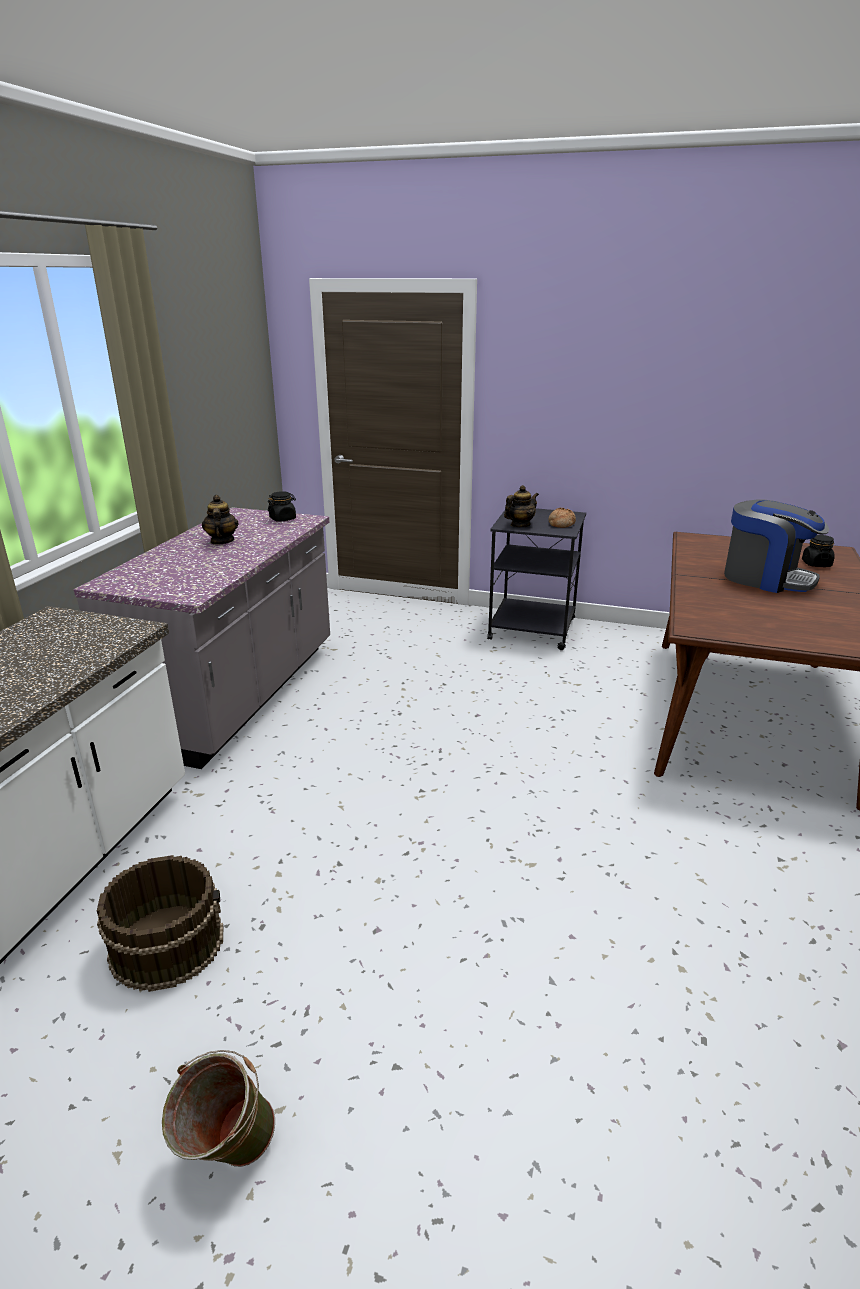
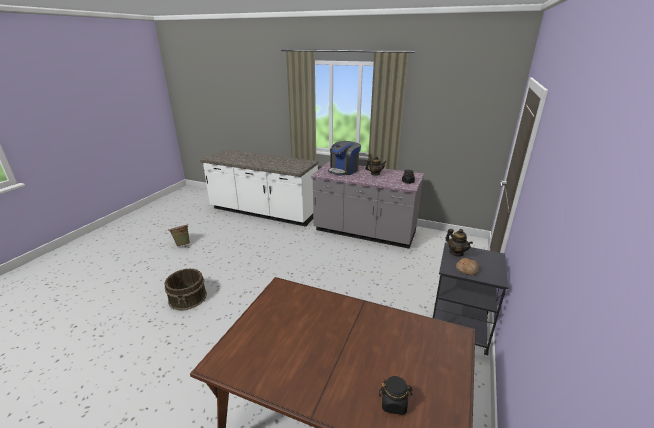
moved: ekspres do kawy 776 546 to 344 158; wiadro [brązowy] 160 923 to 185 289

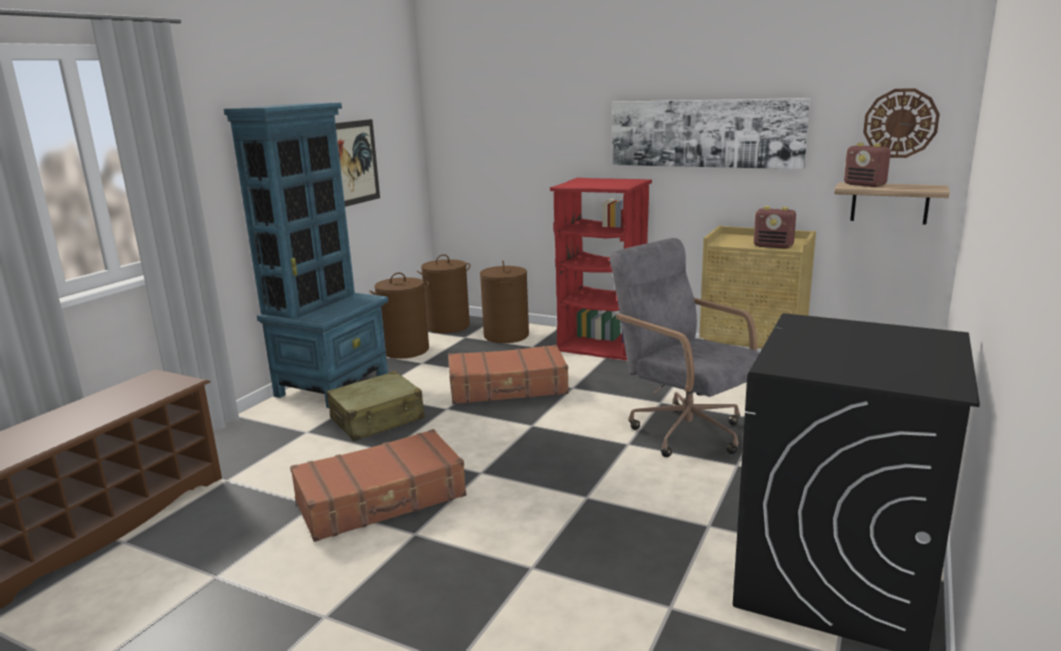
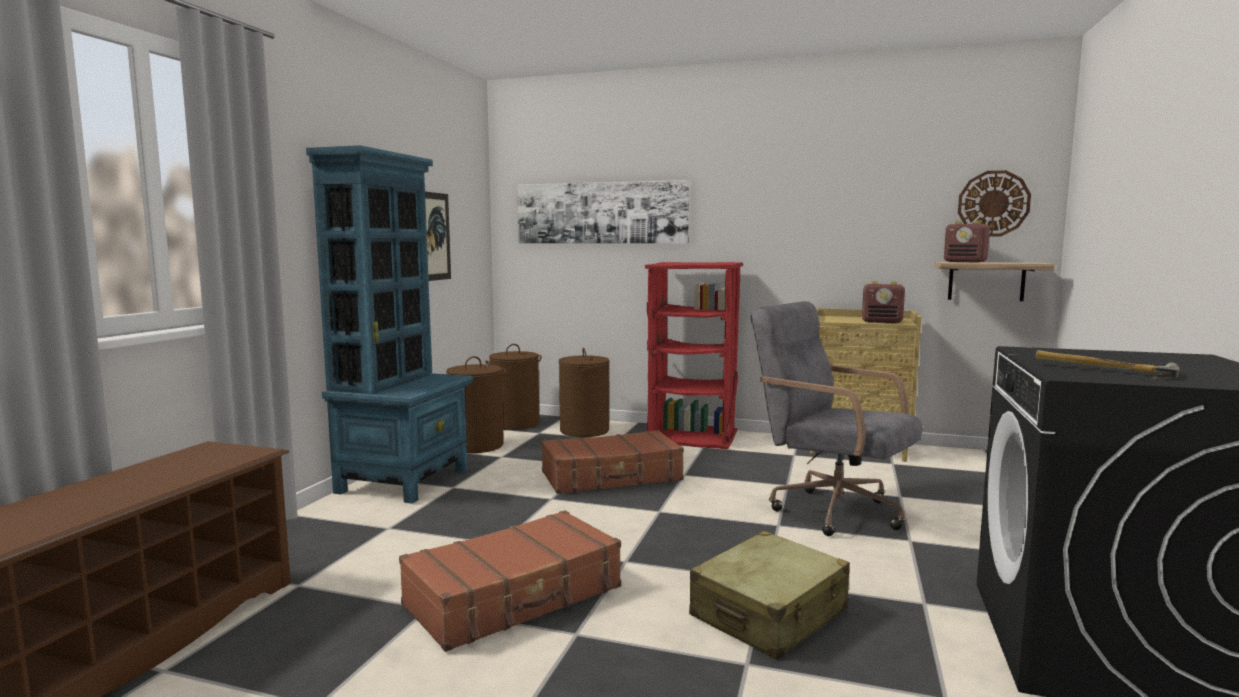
added: młotek 1108 364
moved: obraz 711 133 to 603 212; walizka [beżowy] 376 406 to 769 595

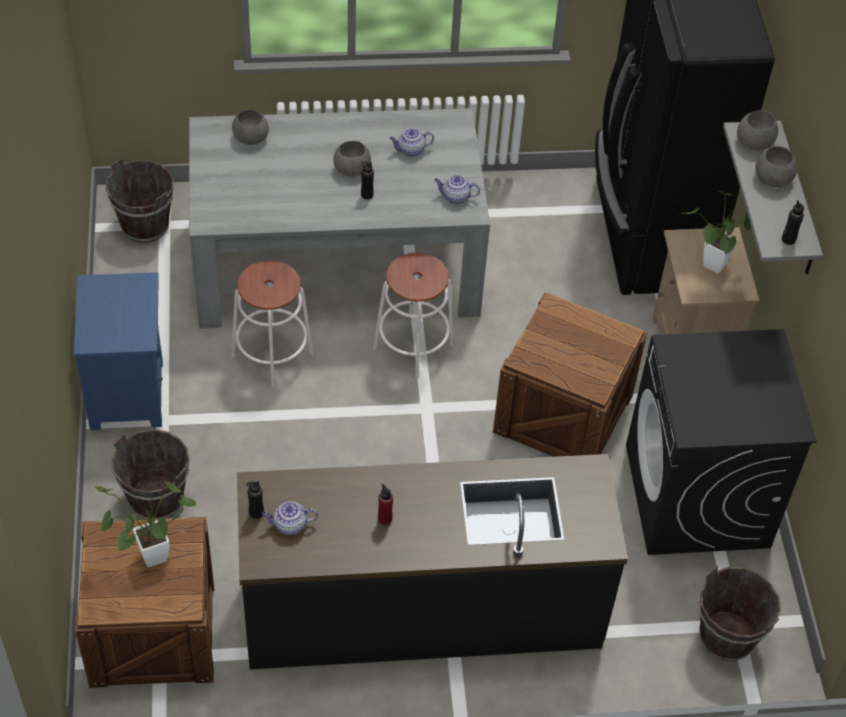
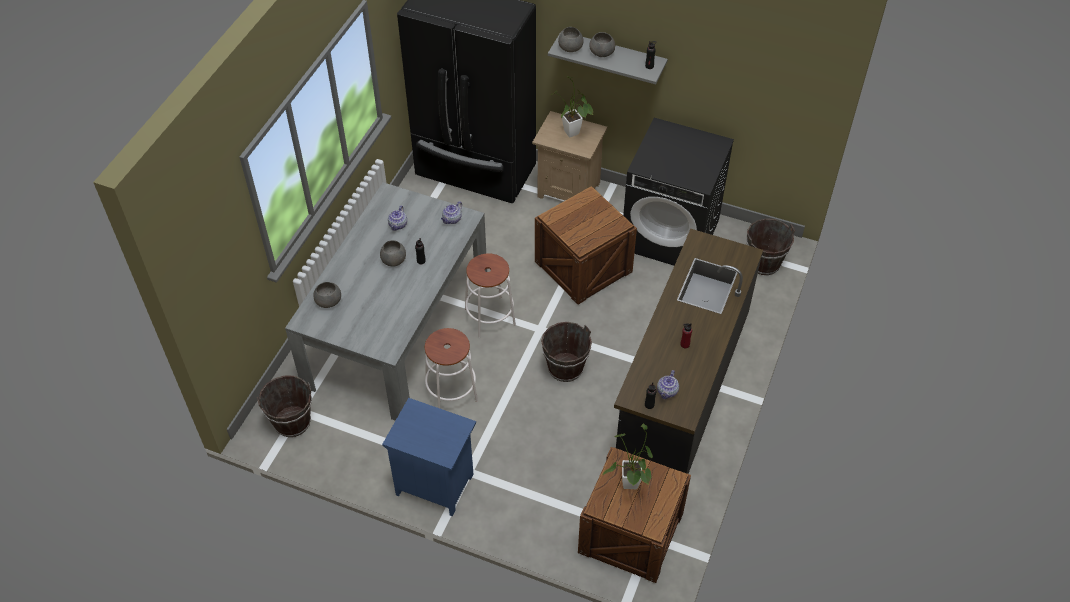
moved: wiadro [brązowy] 150 474 to 566 352

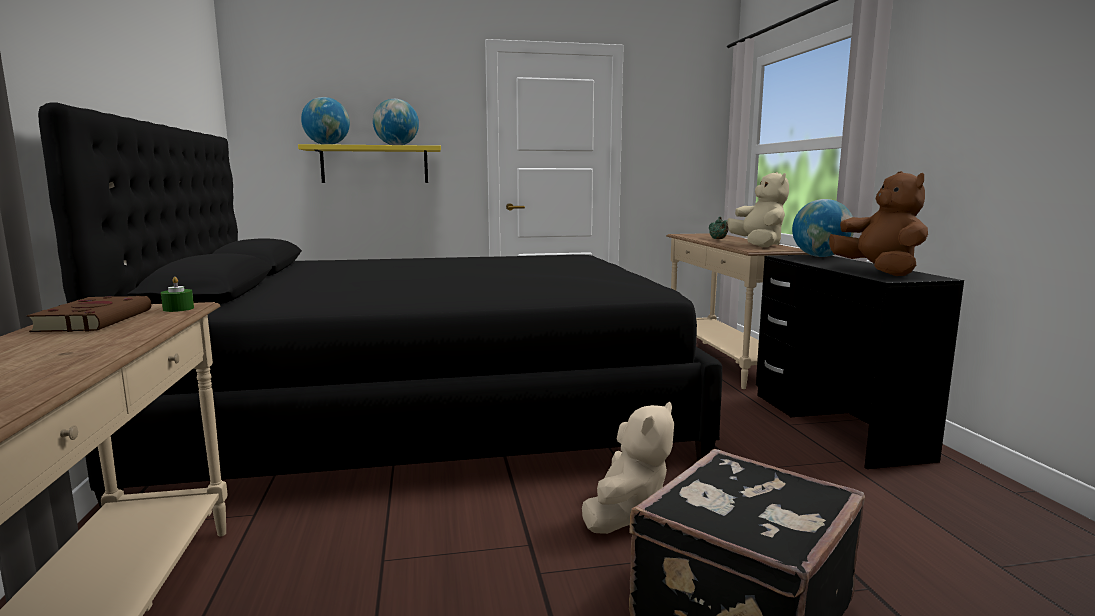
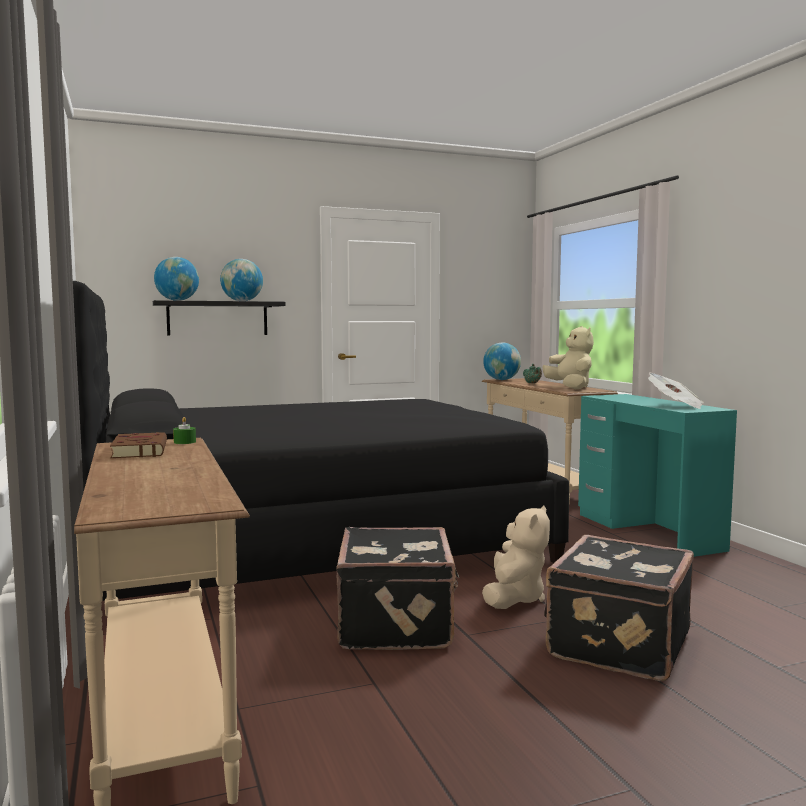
added: walizka [czarny] 397 588
moved: globus 823 228 to 502 361
replaced: pluszak [brązowy] 878 223 to gazeta 676 391
recoloured: półka [żółty] 369 163 to półka [czarny] 219 318; biurko [czarny] 860 362 to biurko [turkusowy] 657 475

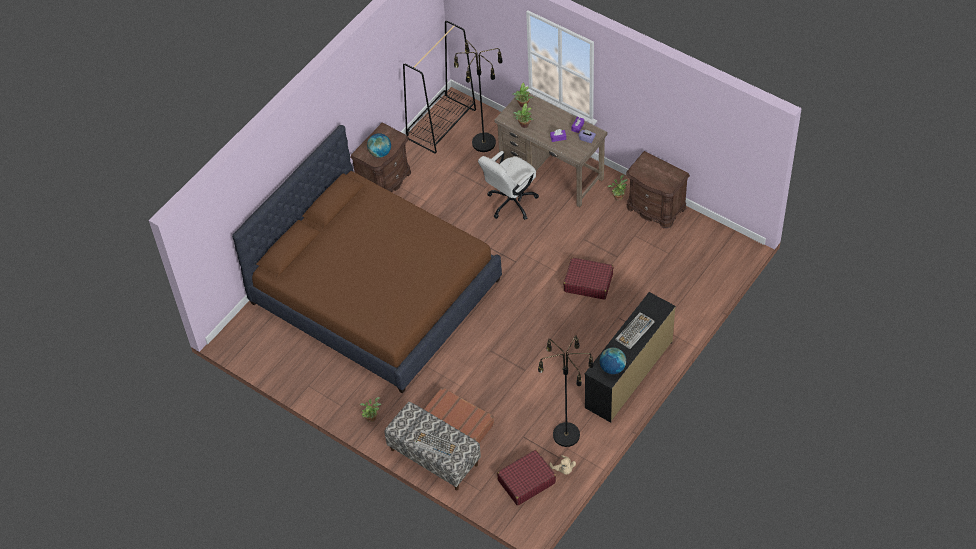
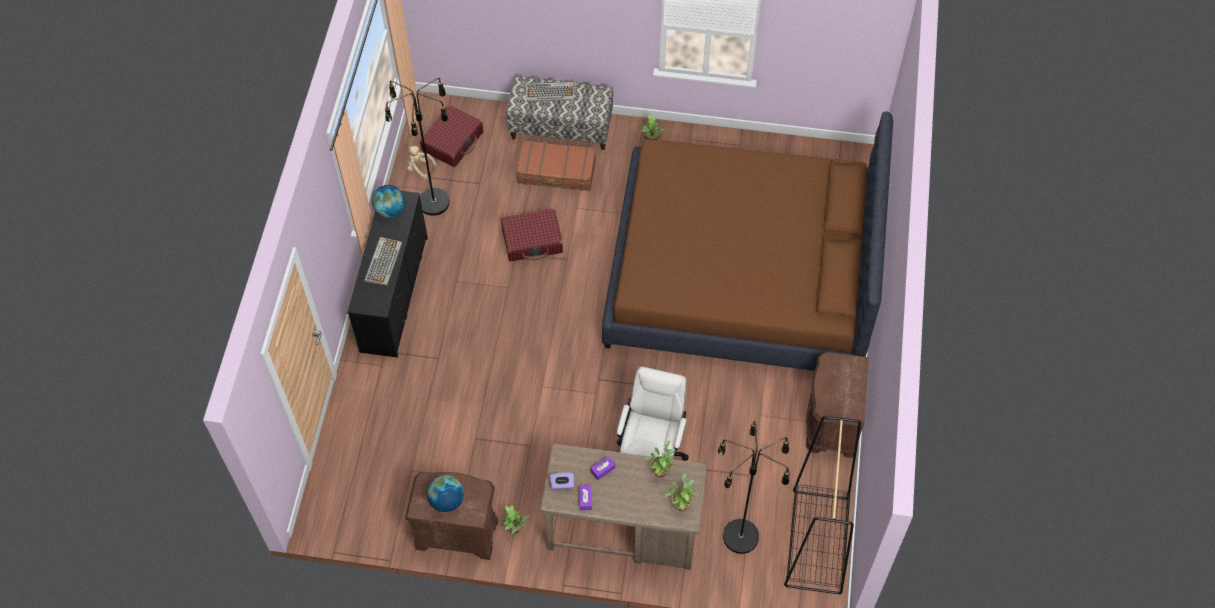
moved: globus 379 145 to 445 493; walizka [czerwony] 588 279 to 532 235

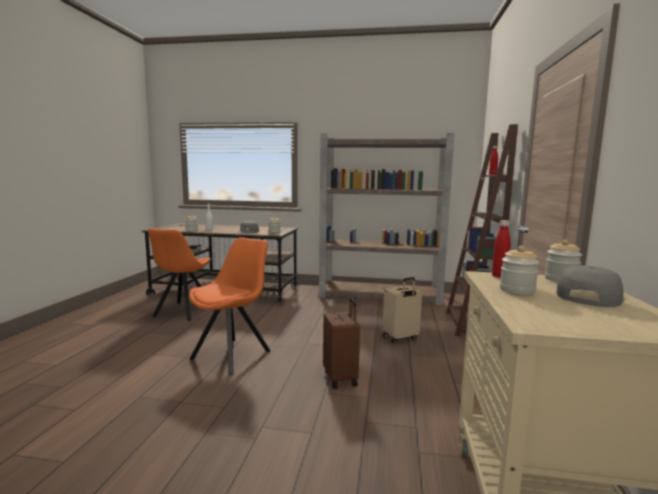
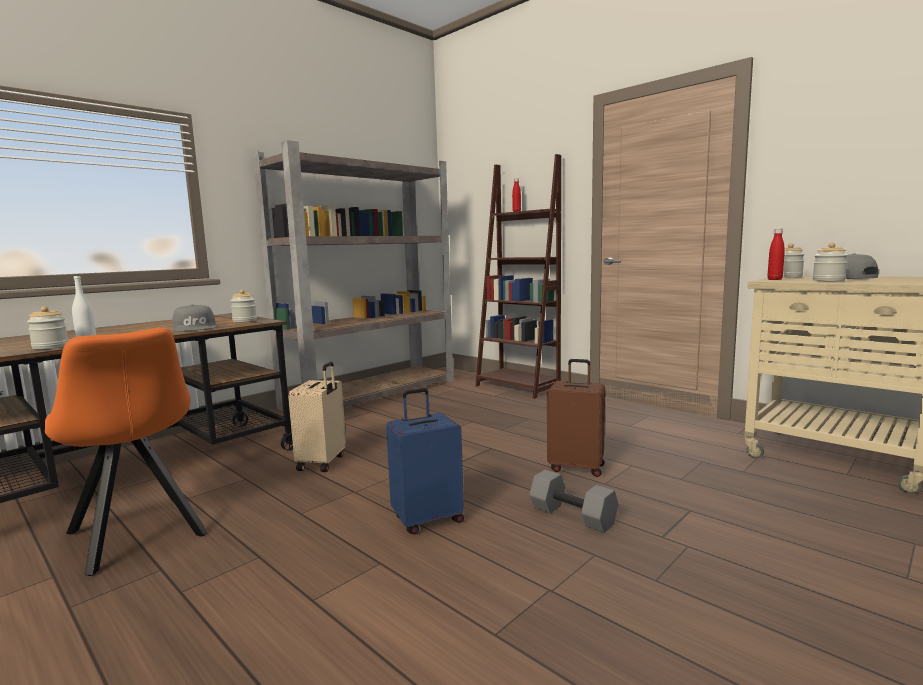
added: hantel [szary] 573 501
moved: walizka [beżowy] 402 310 to 317 417
replaced: krzesło [pomarańczowy] 229 306 to walizka [niebieski] 425 461

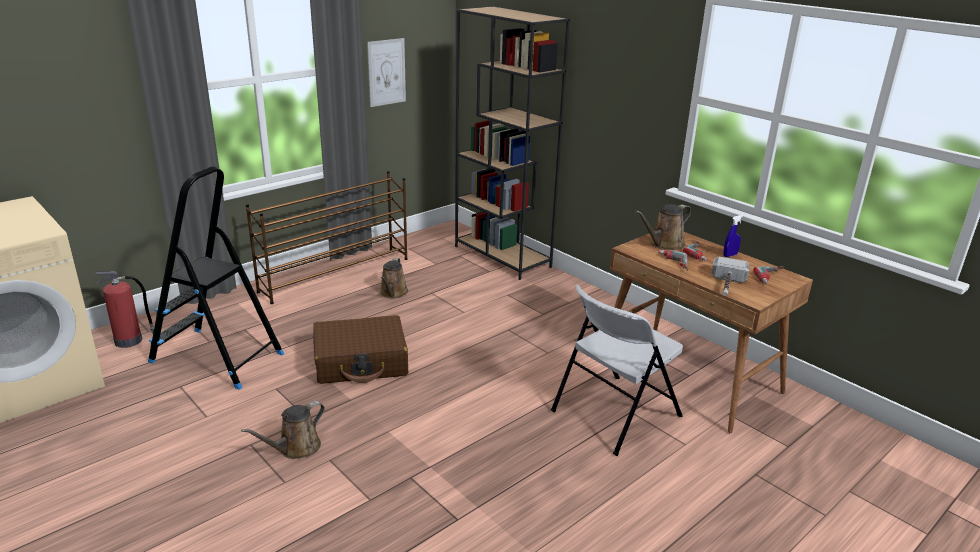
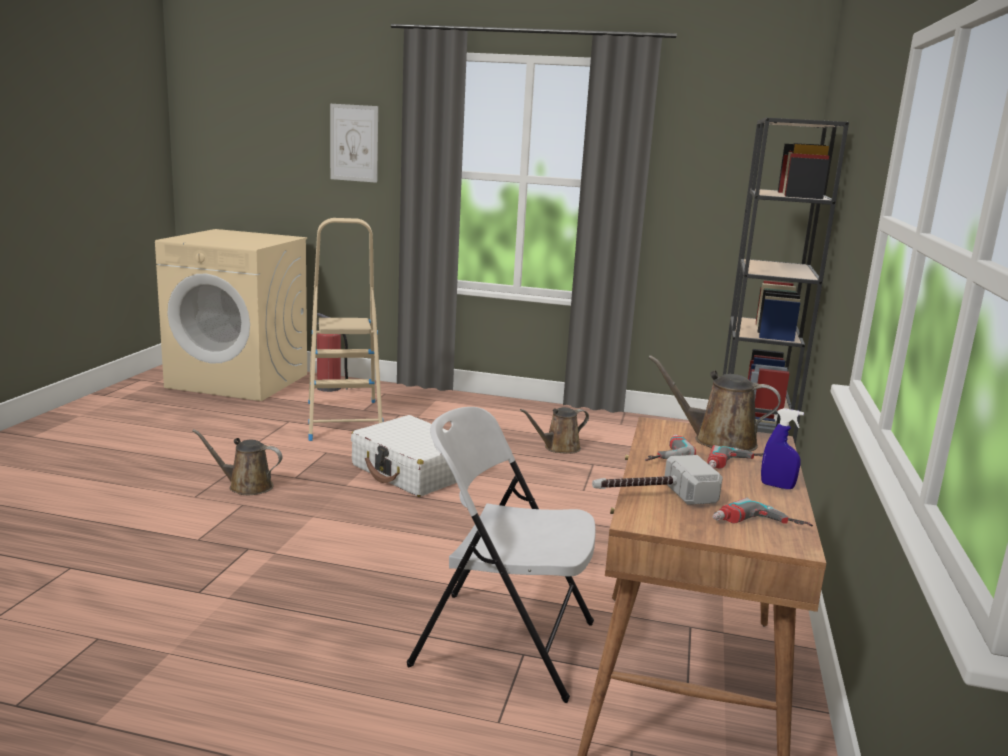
removed: regał na buty [brązowy] 327 237
moved: obraz 386 72 to 354 143
recoloured: drabinka [czarny] 216 278 to drabinka [beżowy] 345 329; walizka [brązowy] 360 349 to walizka [biały] 404 456

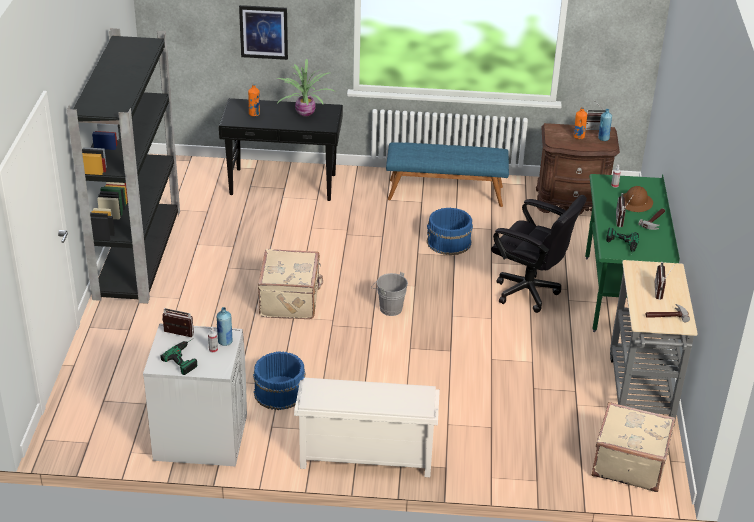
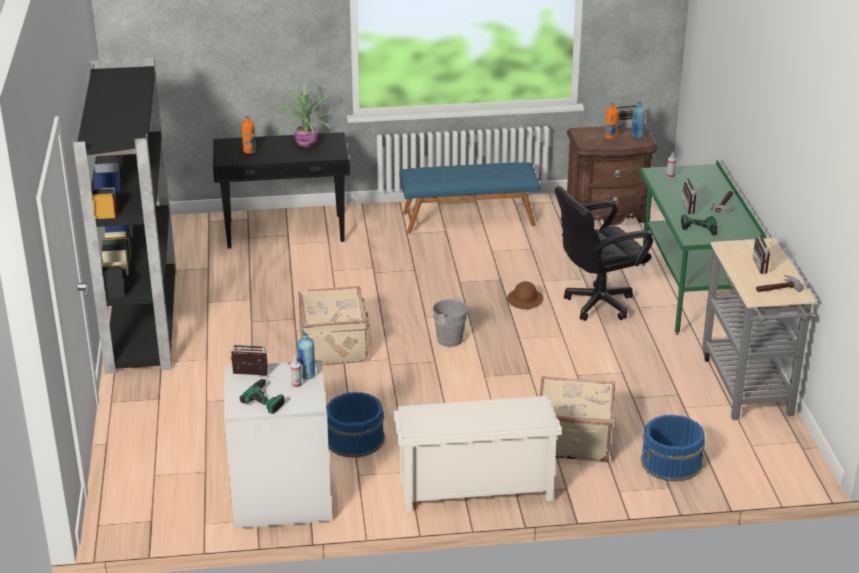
removed: obraz 263 32
moved: kask [brązowy] 636 199 to 525 295; wiadro [niebieski] 450 231 to 673 448; walizka [beżowy] 633 447 to 577 419
turned: krzesło biurowe [czarny] 539 254 = 604 253 135 degrees clockwise

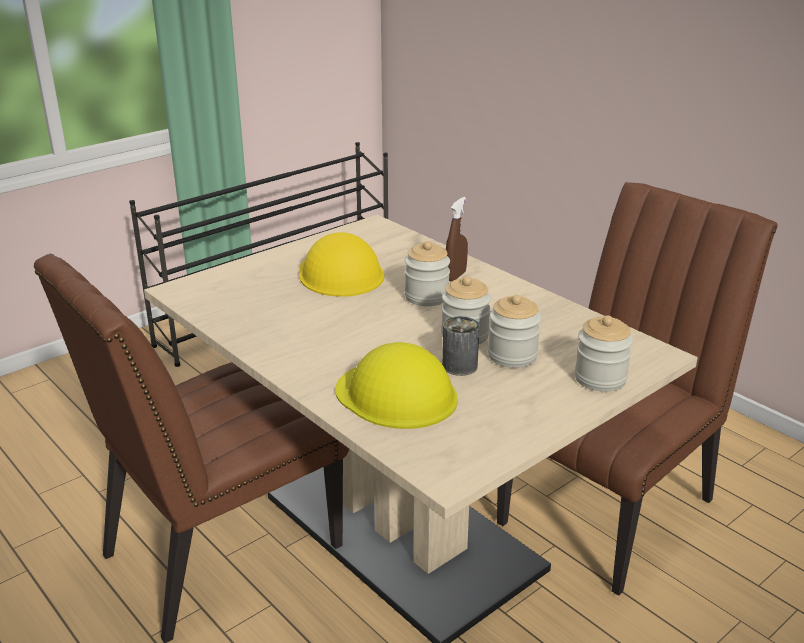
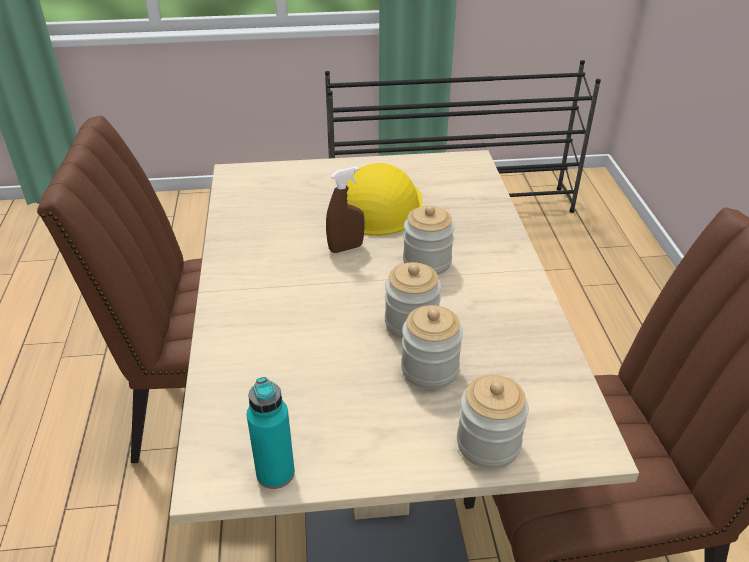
removed: puszka 460 346; kask [żółty] 396 385
added: butelka [turkusowy] 270 433
moved: spryskiwacz [brązowy] 457 239 to 345 210

